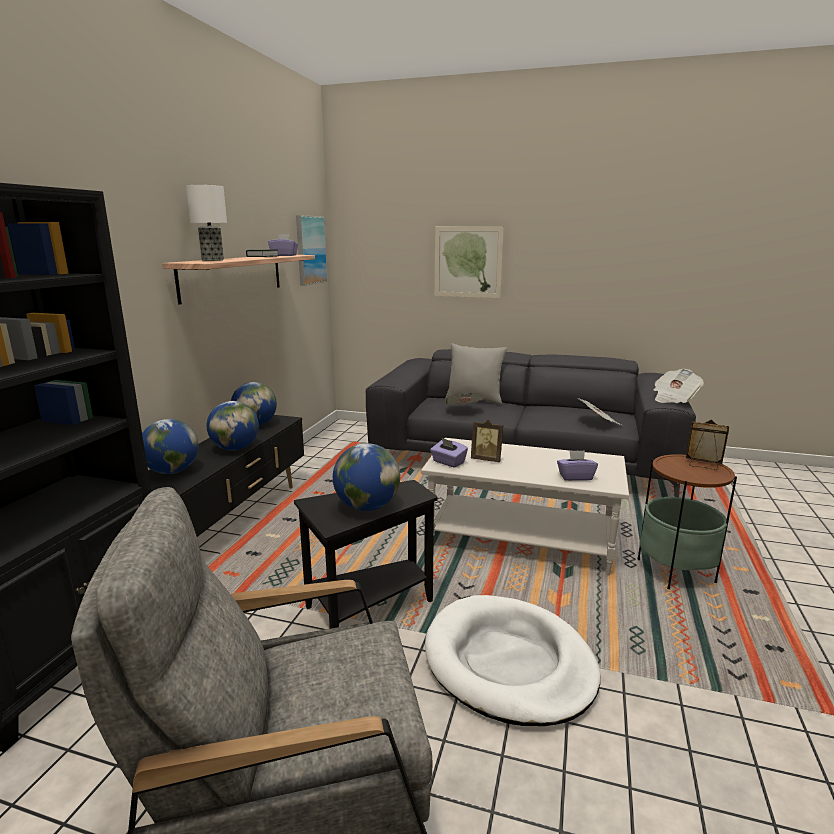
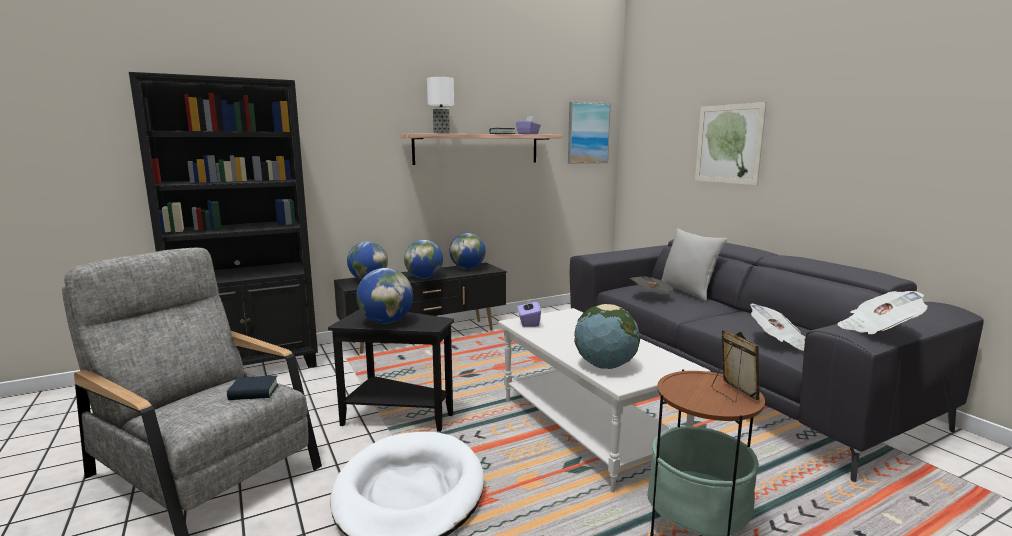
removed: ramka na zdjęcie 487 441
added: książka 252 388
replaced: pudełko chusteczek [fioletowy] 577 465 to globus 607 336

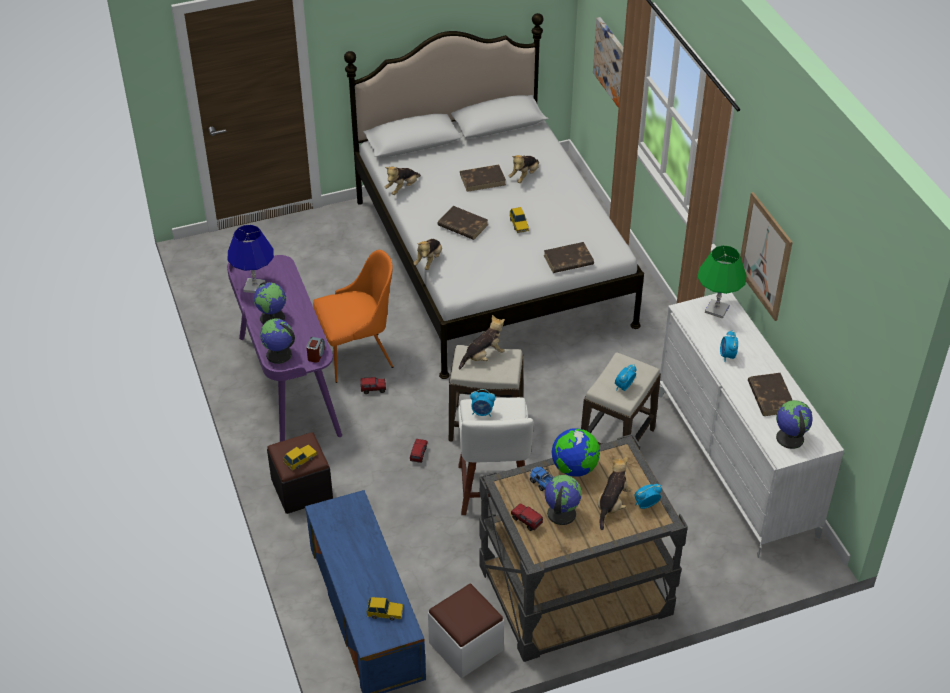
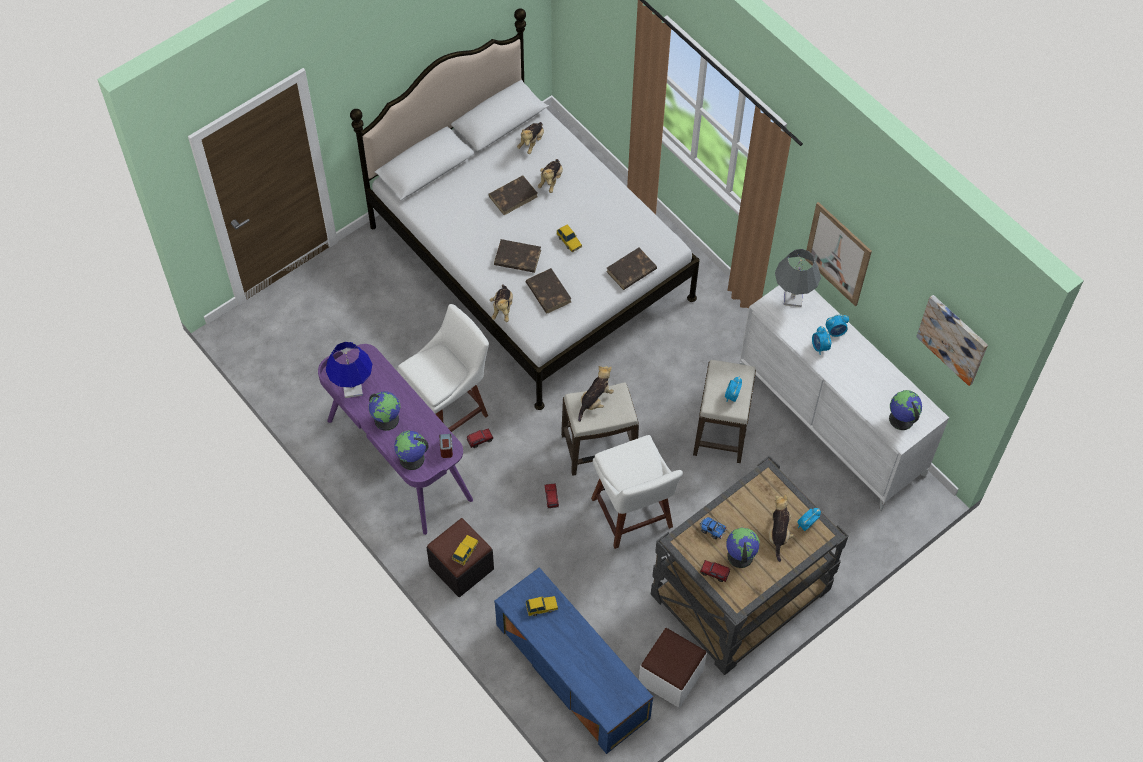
removed: globus 575 452
moved: obraz 608 62 to 952 340; pluszak 403 181 to 530 138; książka [brązowy] 770 394 to 549 290; budzik 483 403 to 837 325; samochodzik 385 609 to 541 606
replaced: krzesło [pomarańczowy] 353 316 to stołek [biały] 443 368
recoloured: lampa stołowa [zielony] 722 282 to lampa stołowa [szary] 798 278

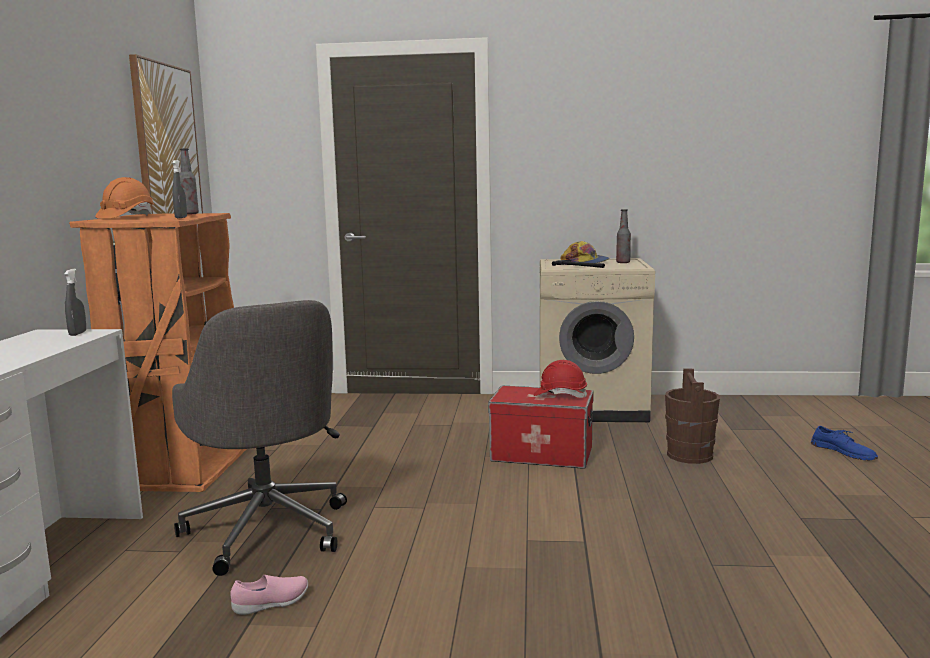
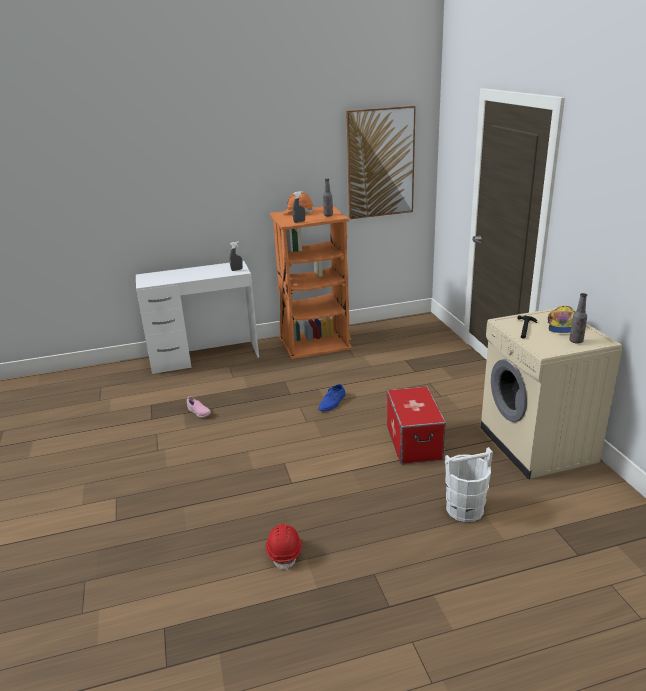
removed: krzesło biurowe [szary] 259 438
moved: kask [czerwony] 561 379 to 284 547; but [niebieski] 844 443 to 332 398
recoloured: wiadro [brązowy] 692 416 to wiadro [biały] 469 484

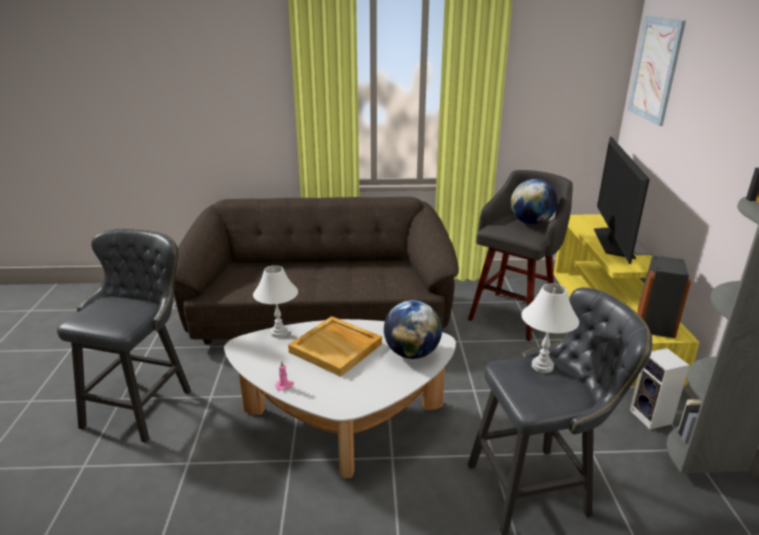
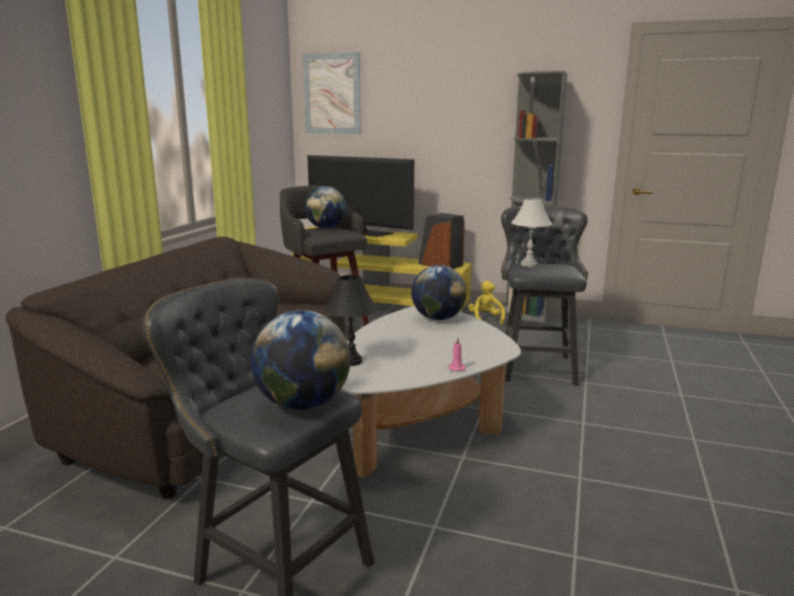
removed: taca [beżowy] 335 346
added: globus 300 360
replaced: głośnik 660 389 to pluszak [żółty] 486 303
recoloured: lampa stołowa [biały] 275 301 to lampa stołowa [czarny] 350 320

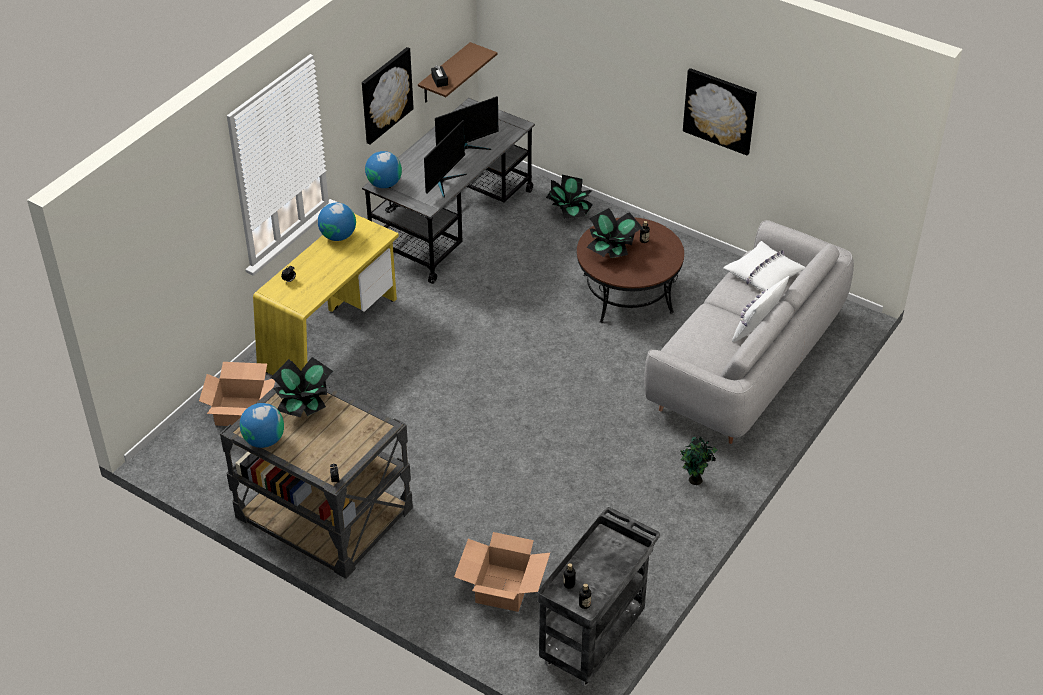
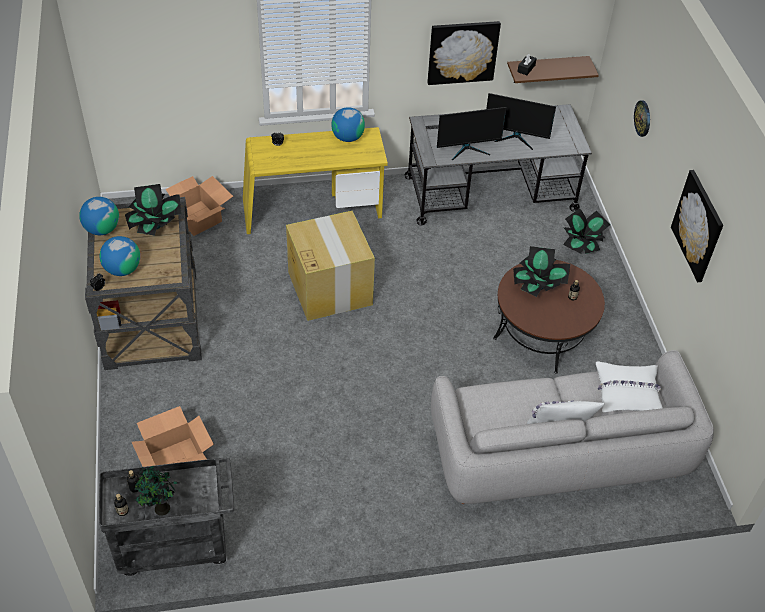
added: zegar ścienny 642 118; karton 330 266
moved: globus 383 169 to 120 256; roślina doniczkowa 698 460 to 157 490

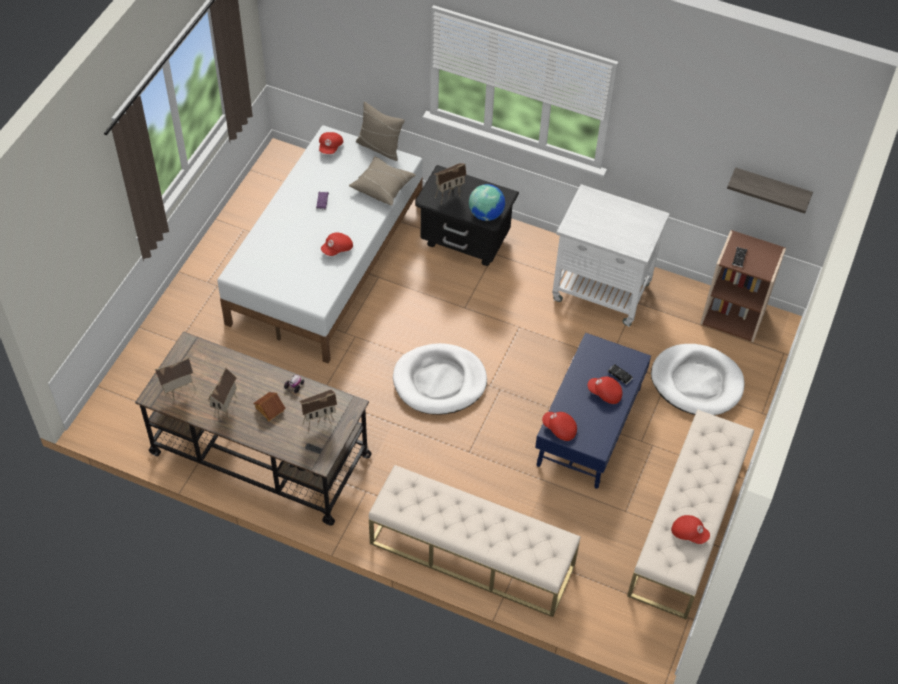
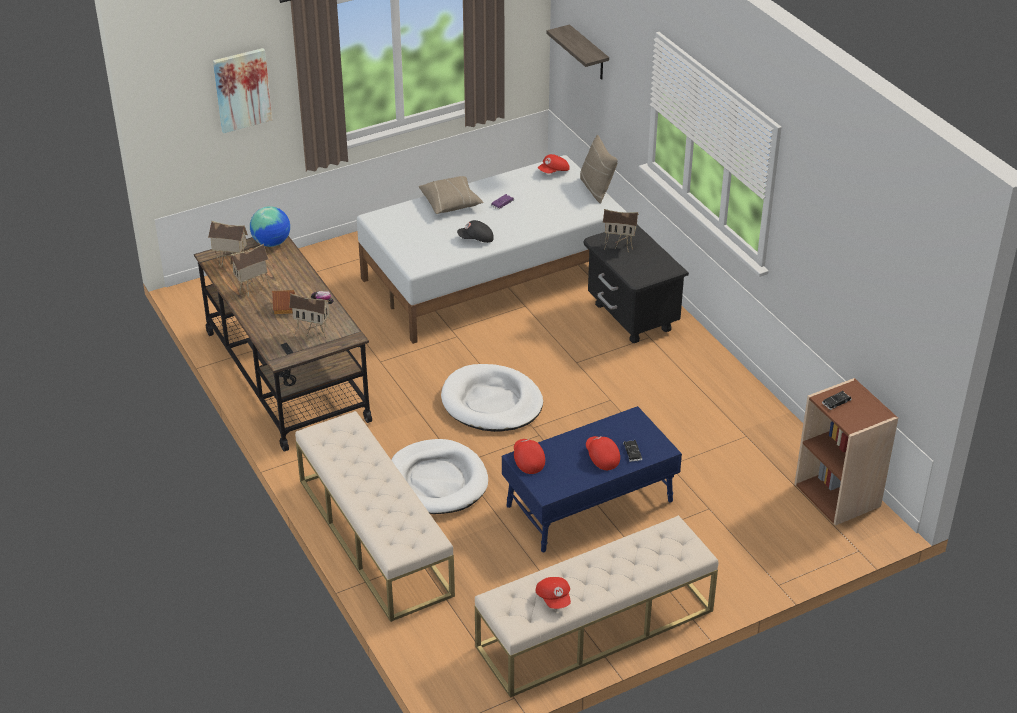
removed: wózek [biały] 611 255
added: obraz 242 90
moved: poduszka [beżowy] 382 181 to 451 195; półka 770 191 to 577 52; globus 487 202 to 270 226; legowisko [biały] 698 379 to 439 476
recoloured: czapka z daszkiem [czerwony] 337 244 to czapka z daszkiem [czarny] 475 231

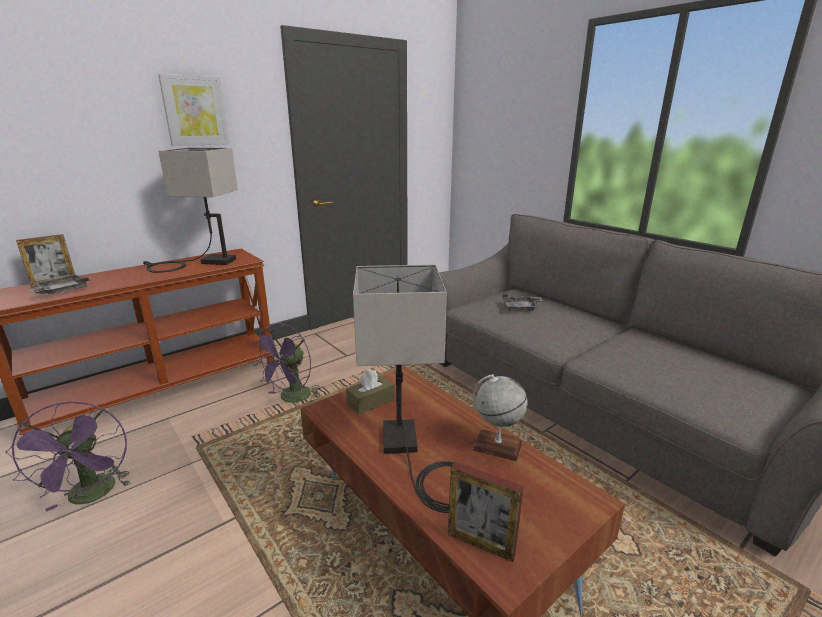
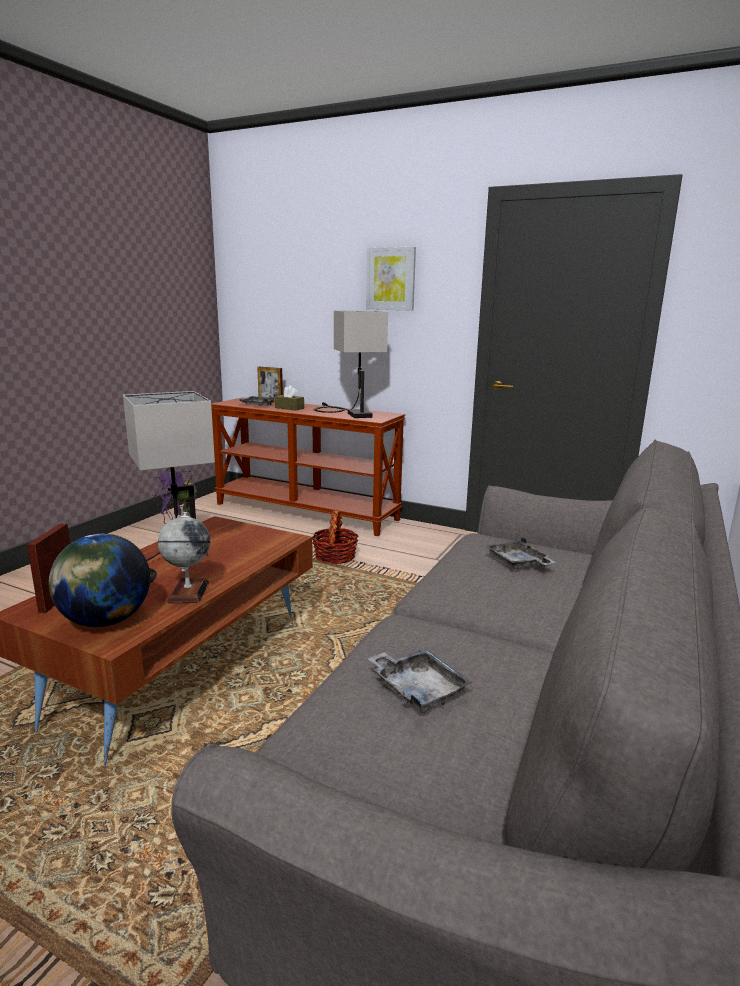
added: globus 99 580; taca [szary] 420 680
moved: pudełko chusteczek [brązowy] 370 392 to 289 397
replaced: wentylator [fioletowy] 285 363 to koszyk 335 536

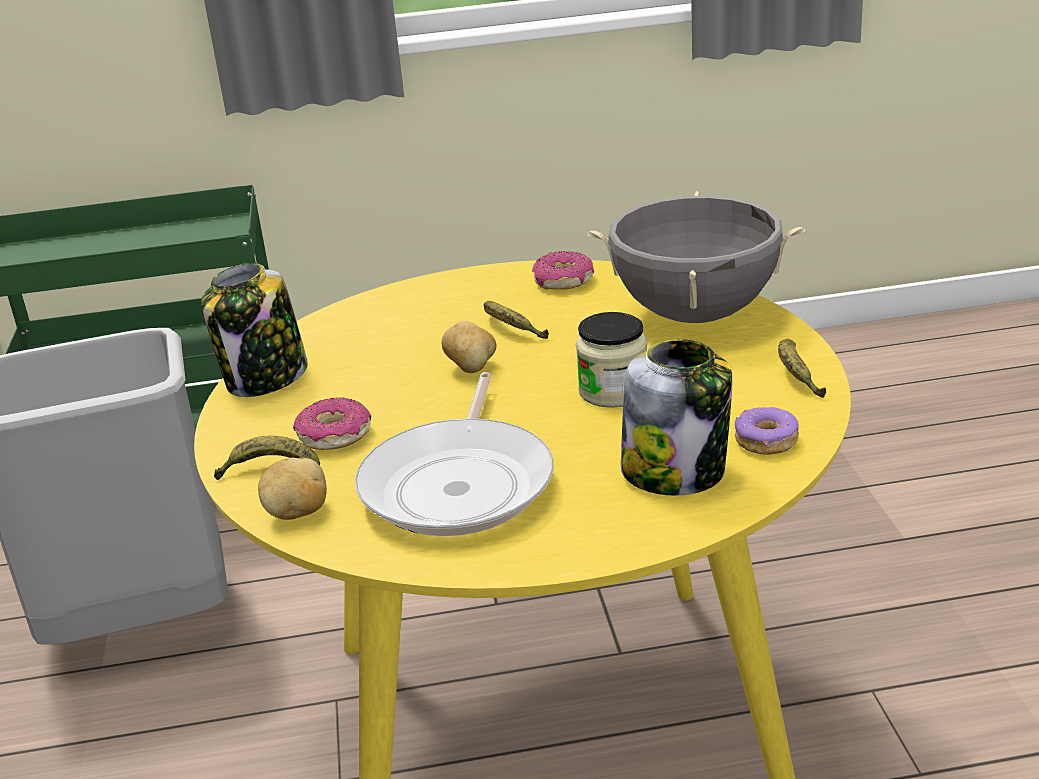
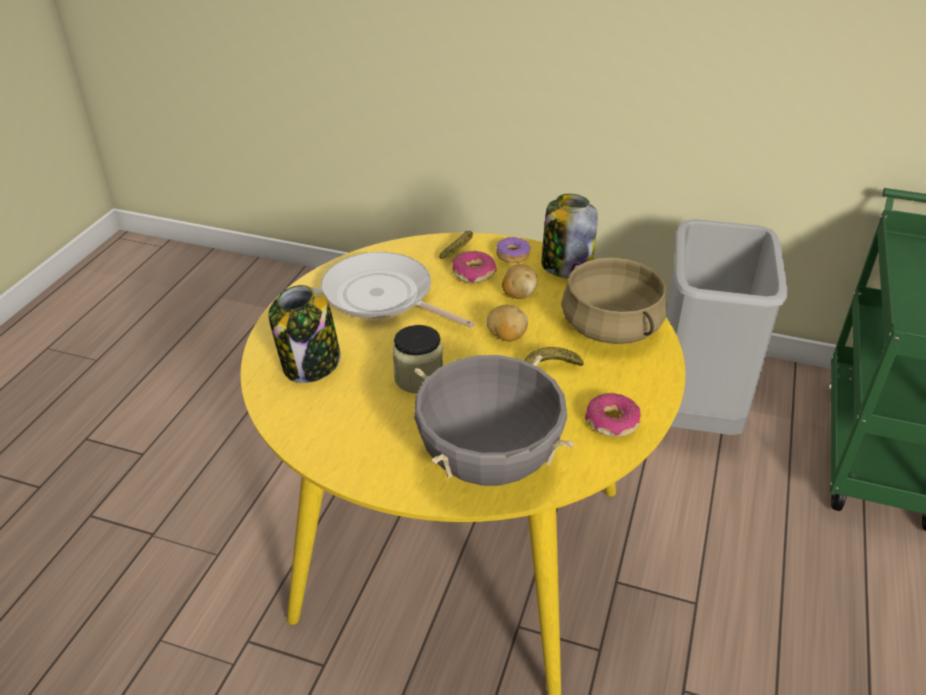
removed: banan 802 368
added: garnek [beżowy] 614 301
moved: donut 766 431 to 513 249; ziemniak 292 489 to 519 281

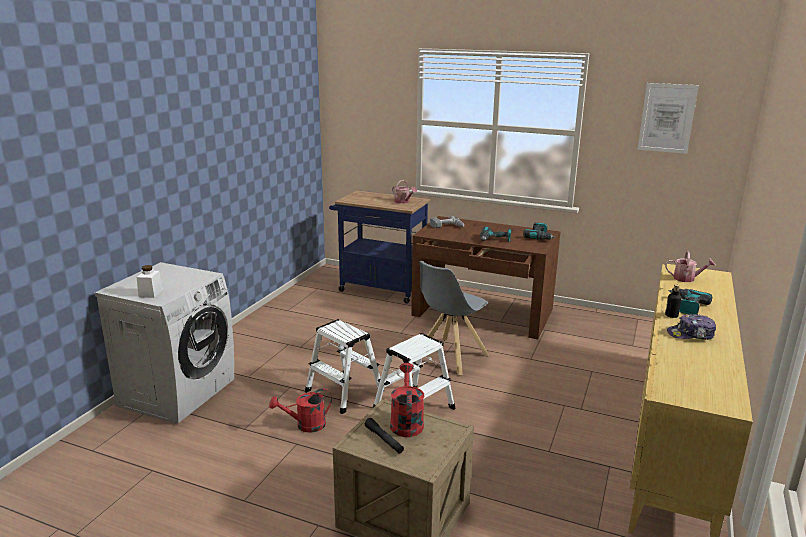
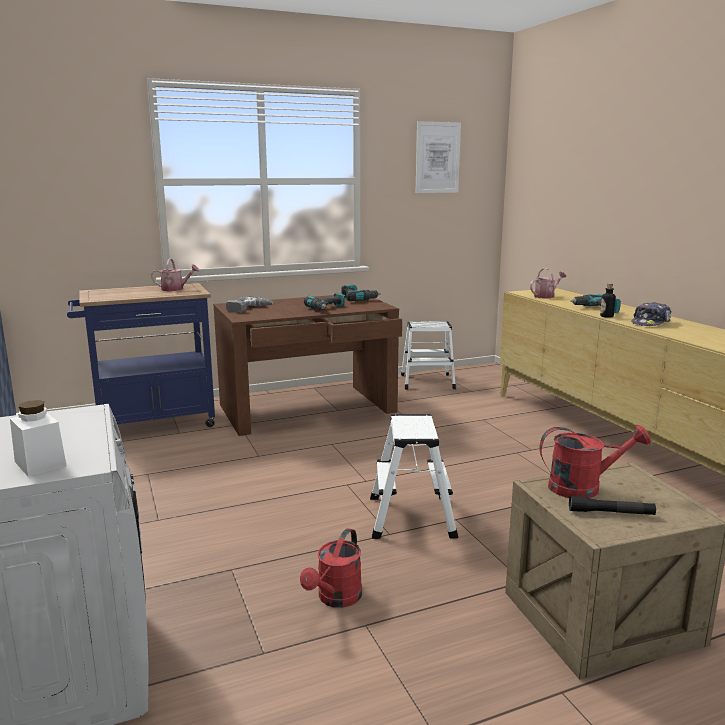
removed: krzesło [szary] 454 318
moved: drabinka [biały] 344 366 to 428 355
turned: konewka [czerwony] 407 400 = 595 461 135 degrees clockwise

